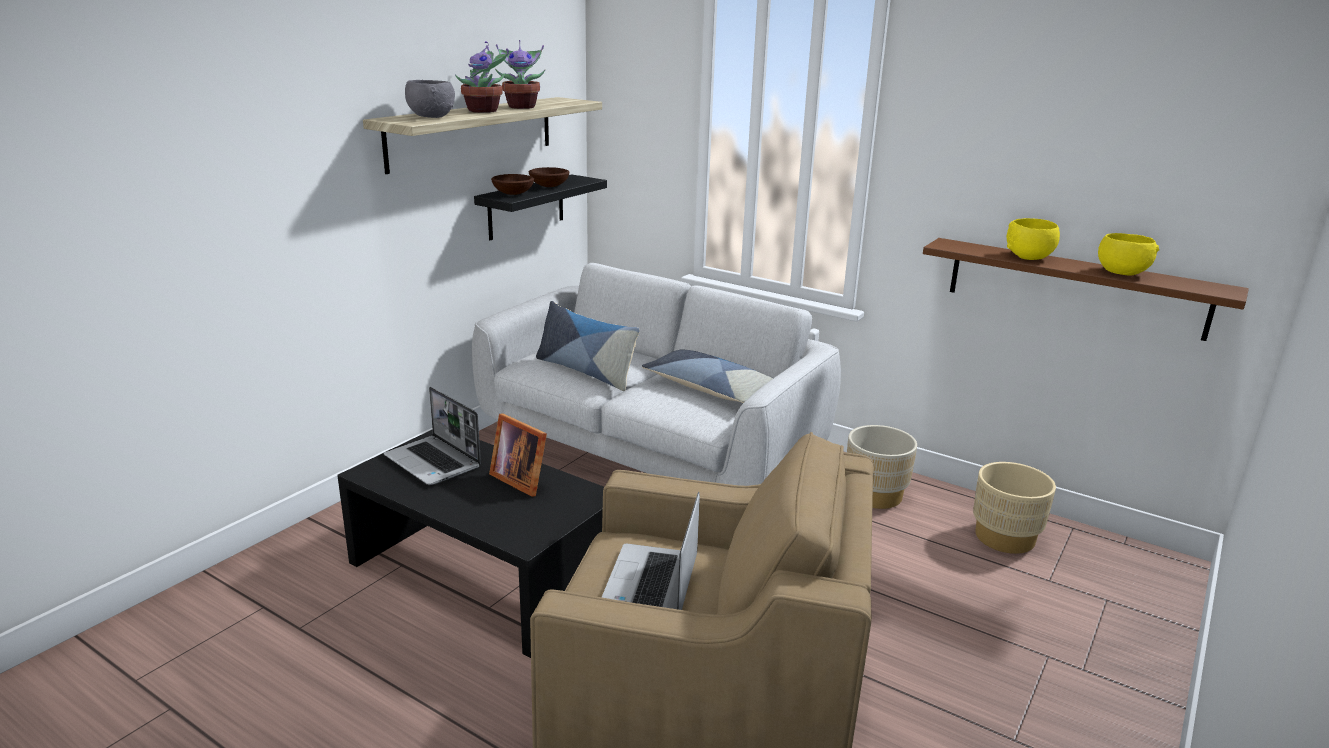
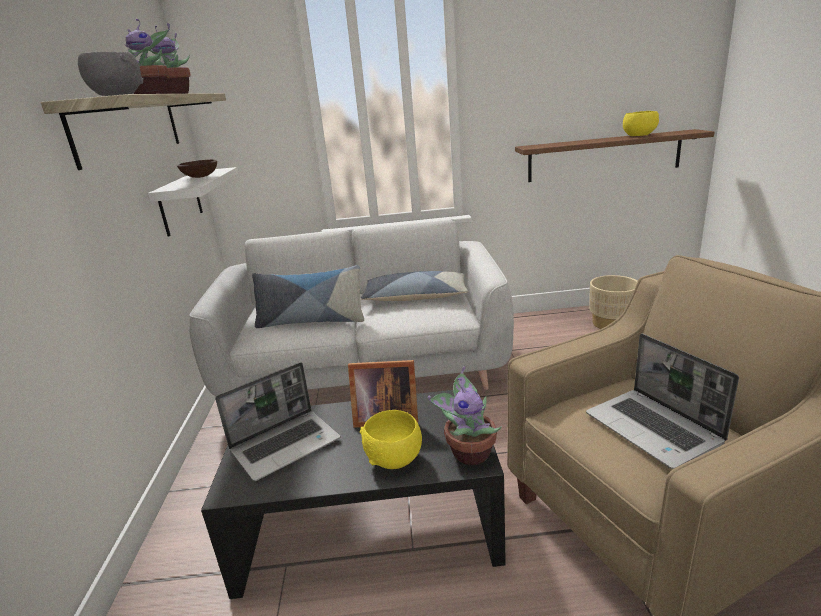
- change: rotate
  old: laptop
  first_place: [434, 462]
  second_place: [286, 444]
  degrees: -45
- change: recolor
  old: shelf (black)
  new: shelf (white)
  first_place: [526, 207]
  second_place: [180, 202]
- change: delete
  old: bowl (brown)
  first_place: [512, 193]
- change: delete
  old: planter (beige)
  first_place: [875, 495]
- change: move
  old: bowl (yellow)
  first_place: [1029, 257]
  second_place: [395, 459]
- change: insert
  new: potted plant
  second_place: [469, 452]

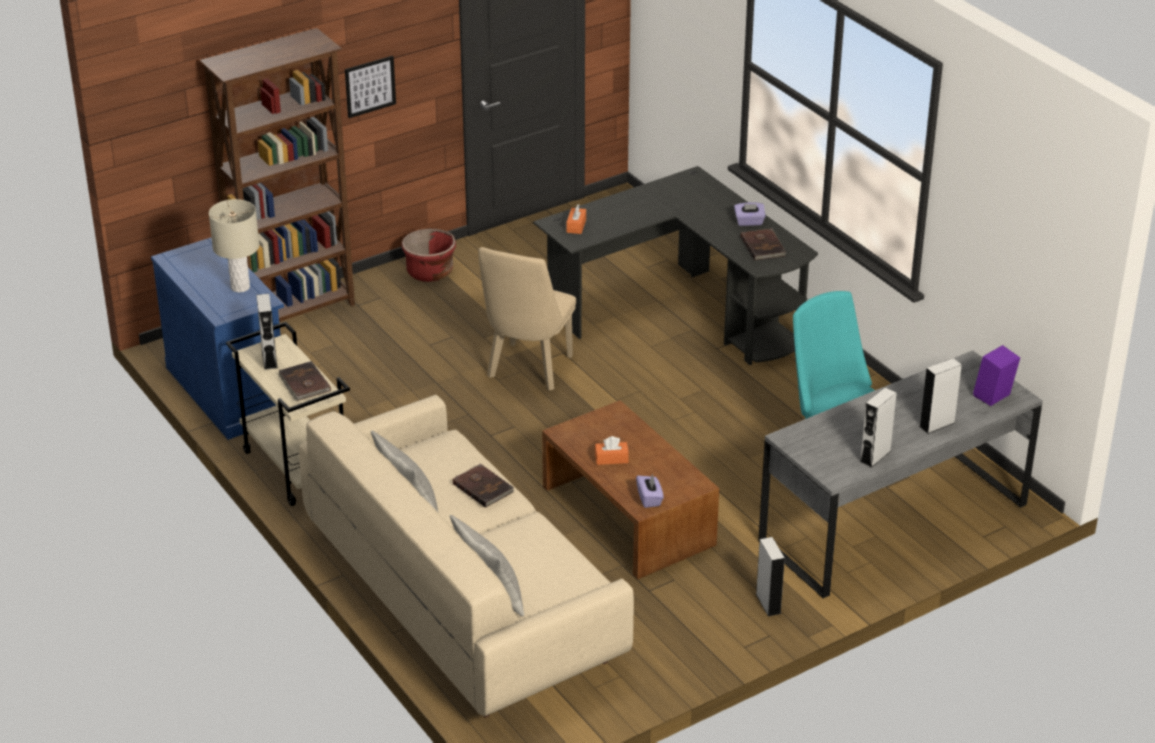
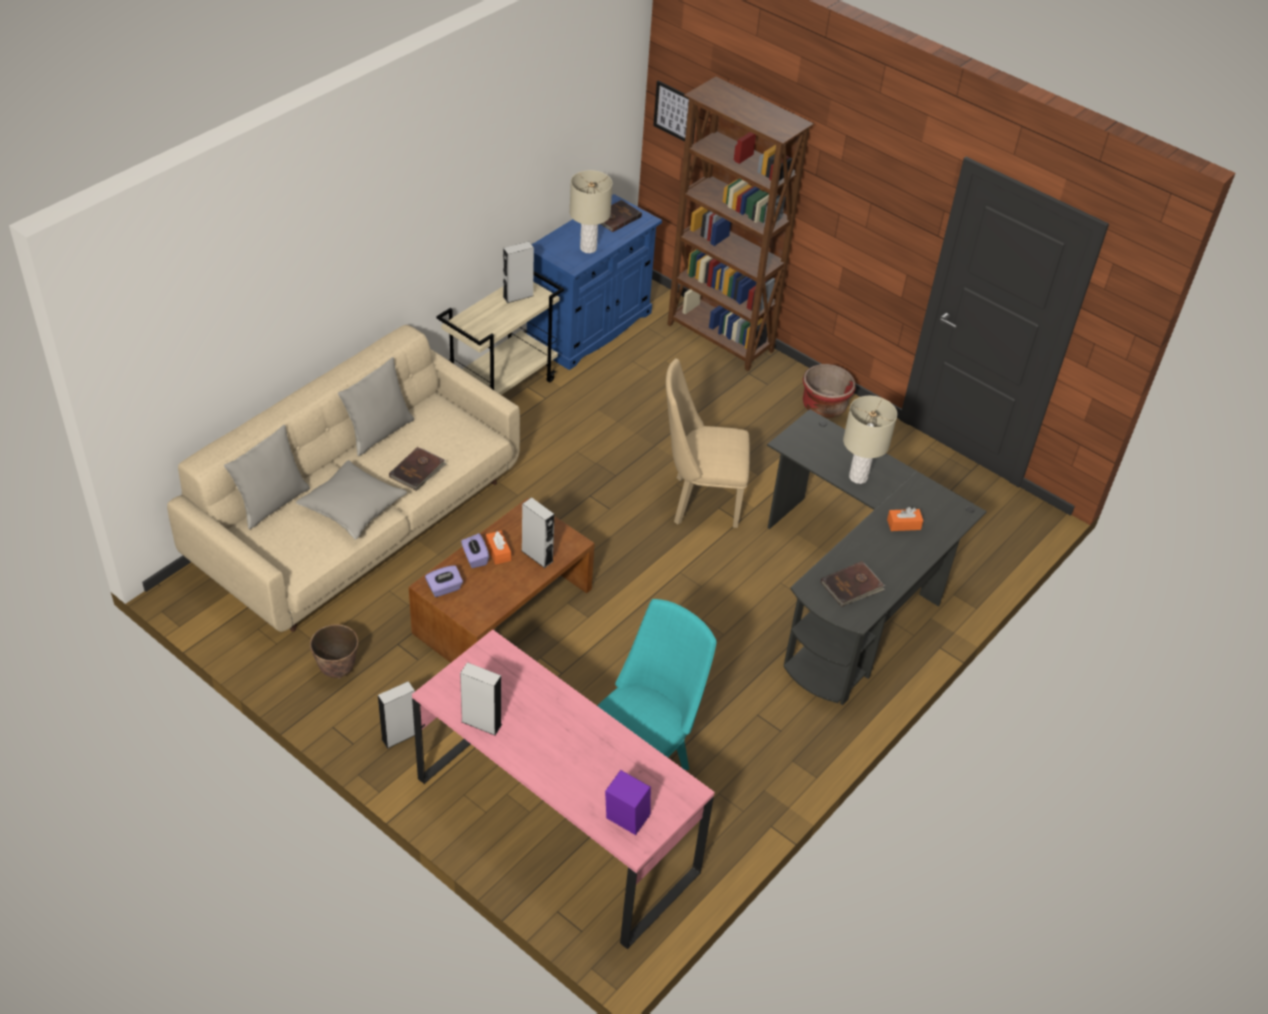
- change: move
  old: book (brown)
  first_place: [304, 384]
  second_place: [616, 217]
- change: move
  old: picture
  first_place: [370, 86]
  second_place: [675, 112]
- change: move
  old: tissue box (orange)
  first_place: [576, 226]
  second_place: [903, 524]
- change: move
  old: tissue box (purple)
  first_place: [749, 222]
  second_place: [475, 558]
- change: recolor
  old: desk (grey)
  new: desk (pink)
  first_place: [893, 522]
  second_place: [557, 825]
- change: move
  old: speaker (grey)
  first_place: [937, 424]
  second_place: [537, 556]
- change: insert
  new: pillow (grey)
  second_place: [352, 508]
- change: insert
  new: planter
  second_place: [337, 669]
- change: insert
  new: table lamp (beige)
  second_place: [858, 477]

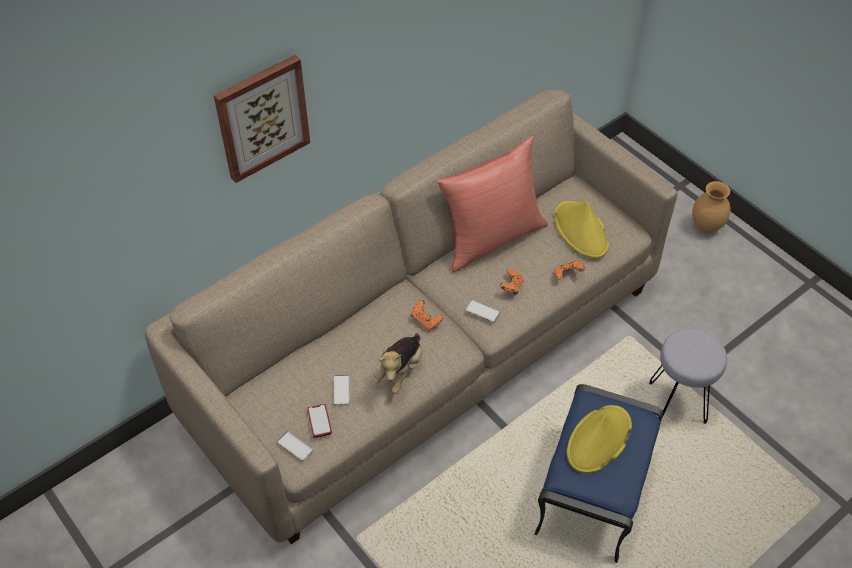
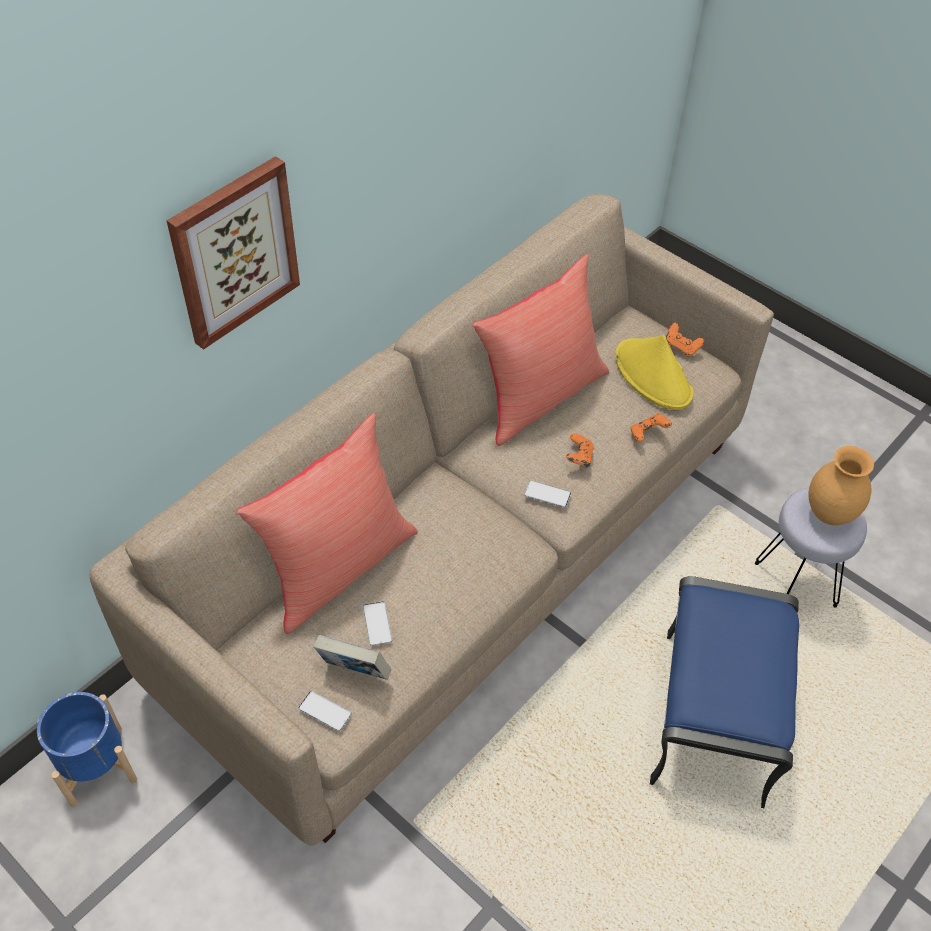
- change: replace
  old: phone
  new: book
  first_place: [319, 421]
  second_place: [354, 671]
- change: delete
  old: plush toy
  first_place: [400, 371]
- change: move
  old: game controller (orange)
  first_place: [426, 320]
  second_place: [681, 347]
- change: delete
  old: hat (yellow)
  first_place: [598, 440]
- change: move
  old: vase (brown)
  first_place: [706, 227]
  second_place: [829, 515]
- change: insert
  new: planter (blue)
  second_place: [96, 766]
- change: insert
  new: pillow (red)
  second_place: [337, 566]

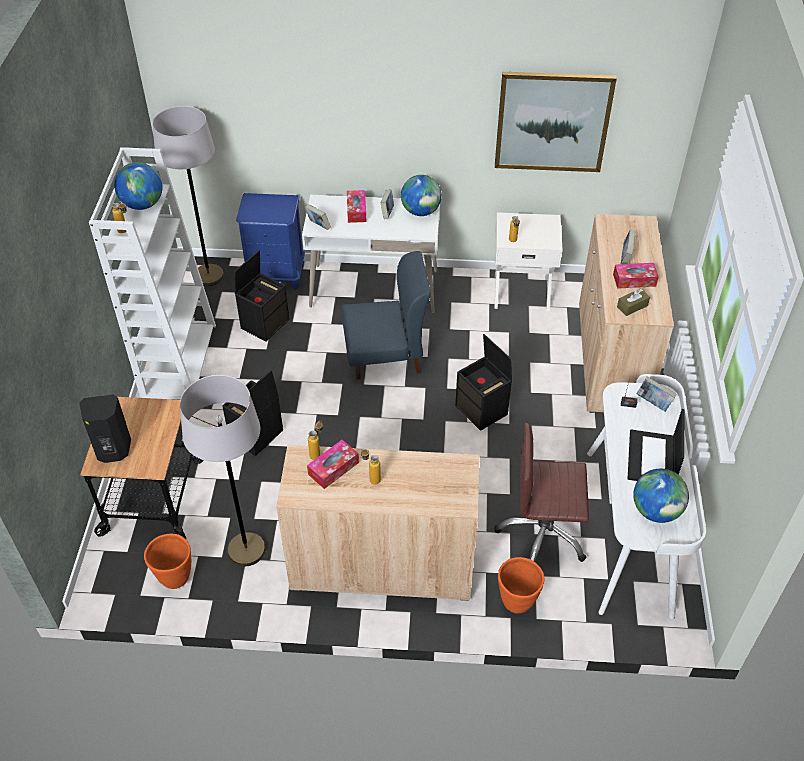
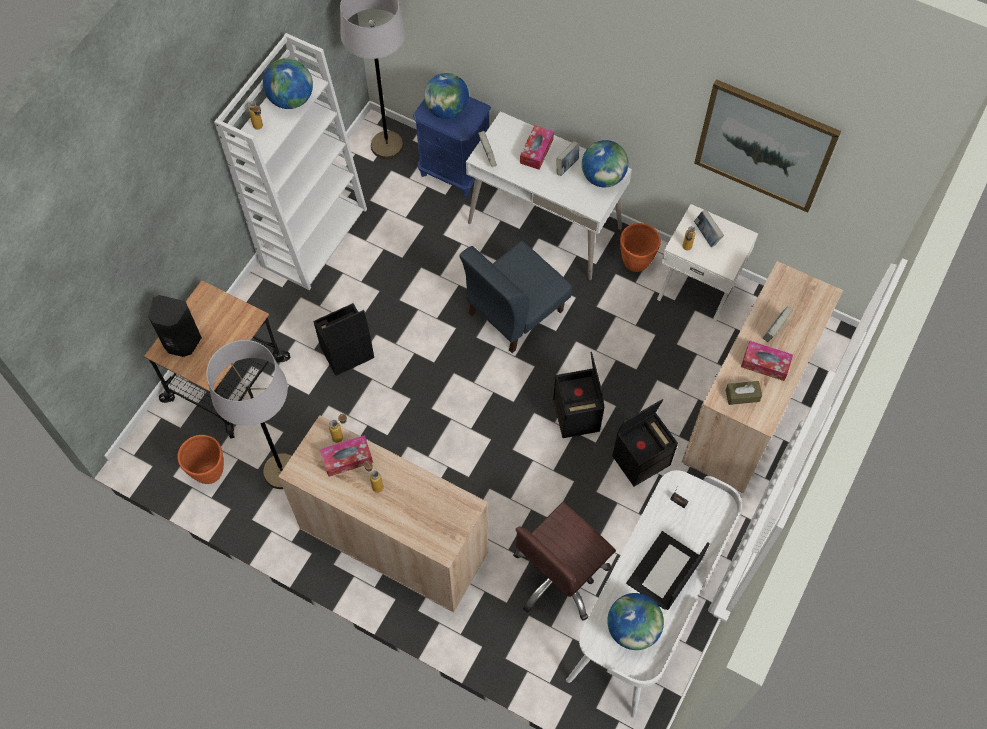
- change: move
  old: storage box (black)
  first_place: [265, 323]
  second_place: [641, 459]
- change: rotate
  old: chair (blue)
  first_place: [385, 355]
  second_place: [514, 312]
  degrees: 120
- change: rotate
  old: office chair (brown)
  first_place: [543, 534]
  second_place: [560, 576]
  degrees: -75
- change: move
  old: planter (orange)
  first_place: [517, 601]
  second_place: [636, 262]
- change: move
  old: book
  first_place: [653, 403]
  second_place: [706, 235]
- change: insert
  new: globe
  second_place: [447, 110]

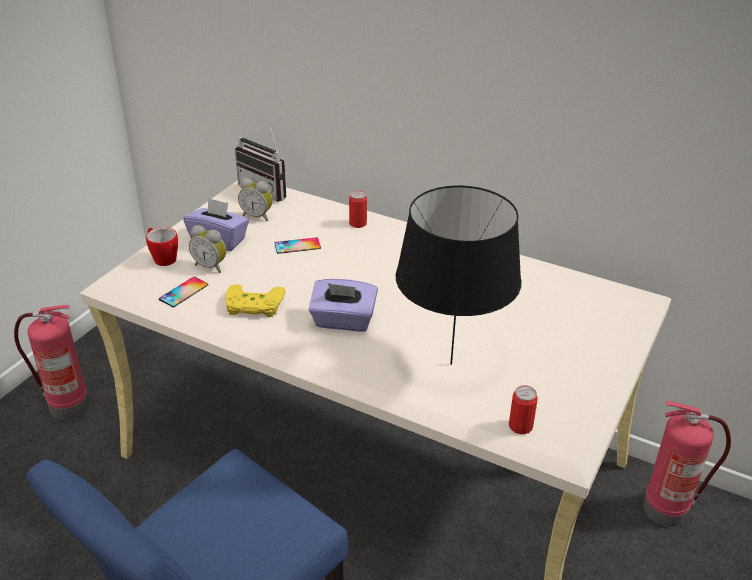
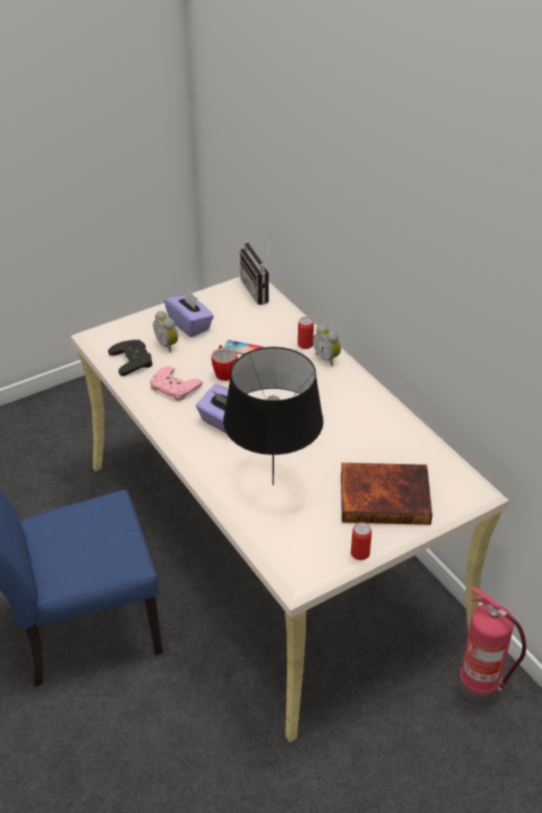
- change: delete
  old: fire extinguisher
  first_place: [67, 406]
- change: move
  old: mug
  first_place: [162, 258]
  second_place: [224, 372]
- change: replace
  old: phone
  new: game controller (black)
  first_place: [183, 292]
  second_place: [134, 360]
- change: recolor
  old: game controller (yellow)
  new: game controller (pink)
  first_place: [253, 306]
  second_place: [172, 388]
- change: move
  old: alarm clock
  first_place: [257, 216]
  second_place: [327, 358]
- change: move
  old: can
  first_place: [520, 426]
  second_place: [360, 553]
- change: insert
  new: book
  second_place: [385, 496]

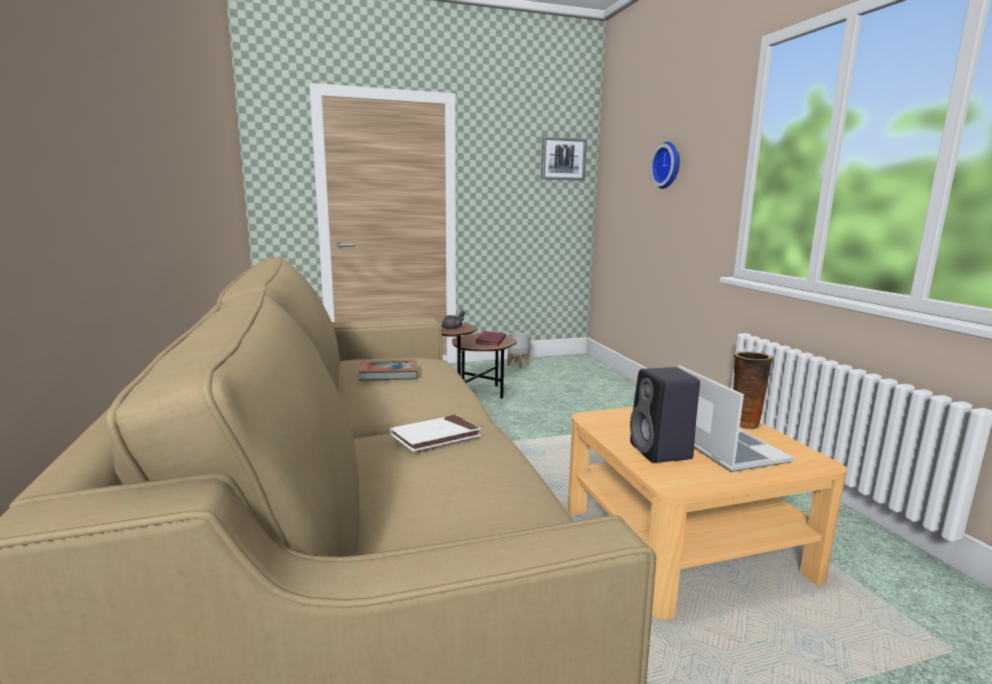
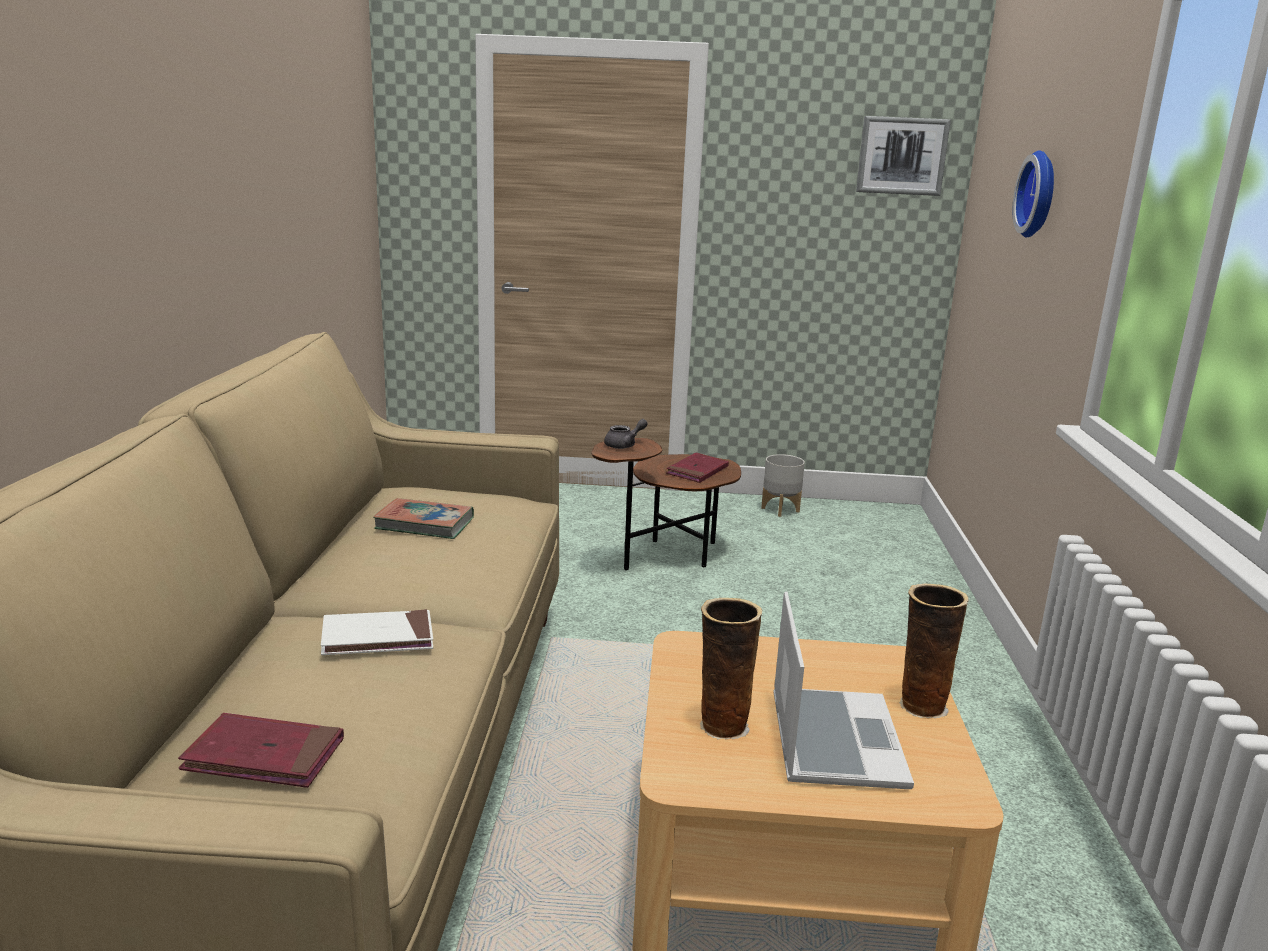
- change: replace
  old: speaker (black)
  new: vase
  first_place: [662, 452]
  second_place: [722, 725]
- change: insert
  new: book (red)
  second_place: [264, 756]

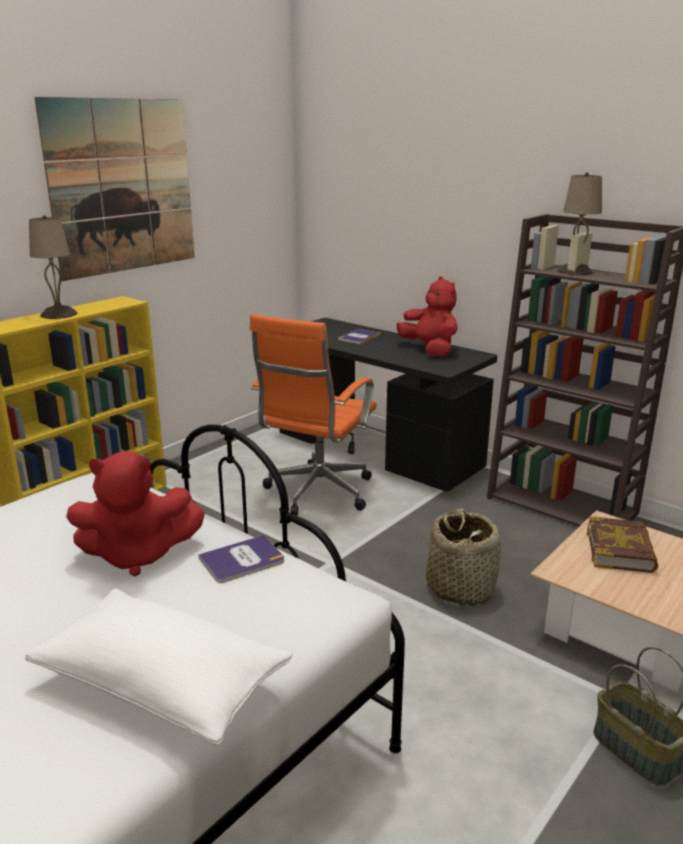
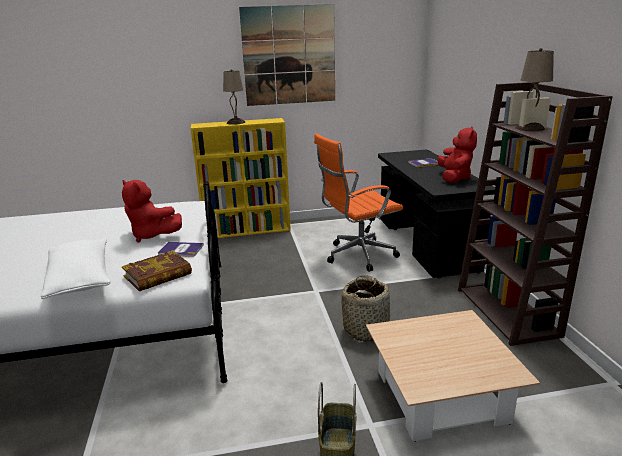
- change: move
  old: book
  first_place: [620, 550]
  second_place: [158, 275]

